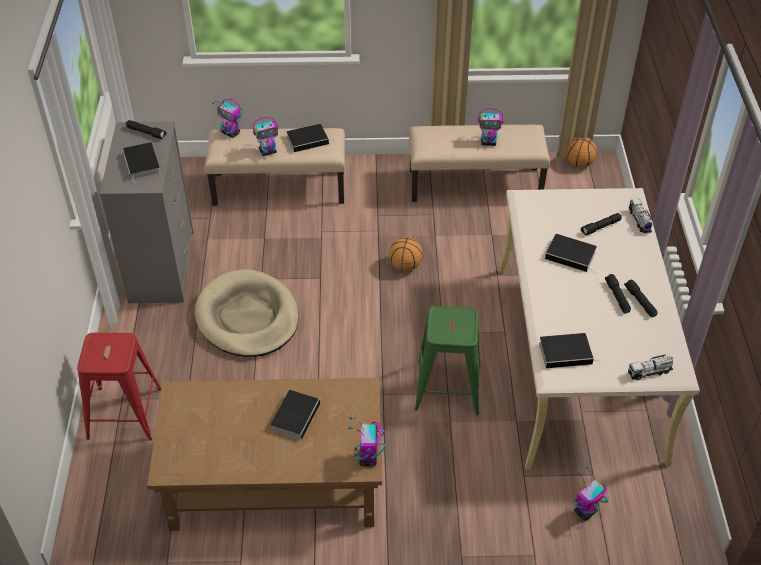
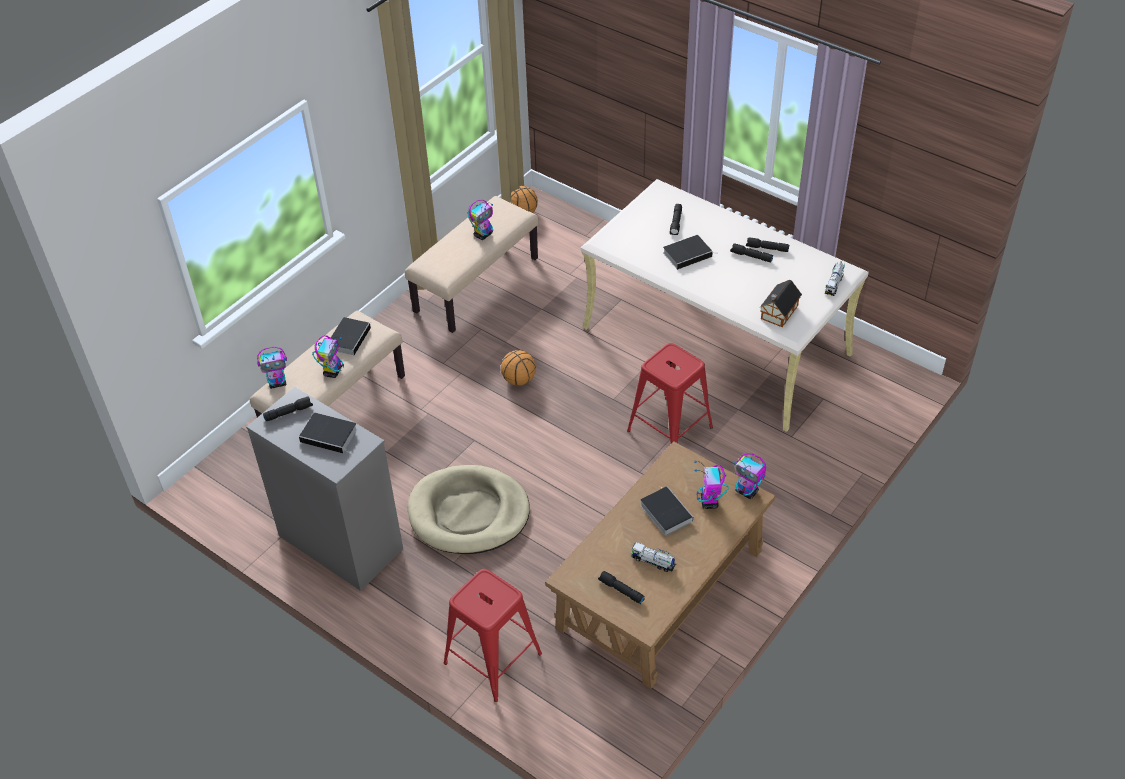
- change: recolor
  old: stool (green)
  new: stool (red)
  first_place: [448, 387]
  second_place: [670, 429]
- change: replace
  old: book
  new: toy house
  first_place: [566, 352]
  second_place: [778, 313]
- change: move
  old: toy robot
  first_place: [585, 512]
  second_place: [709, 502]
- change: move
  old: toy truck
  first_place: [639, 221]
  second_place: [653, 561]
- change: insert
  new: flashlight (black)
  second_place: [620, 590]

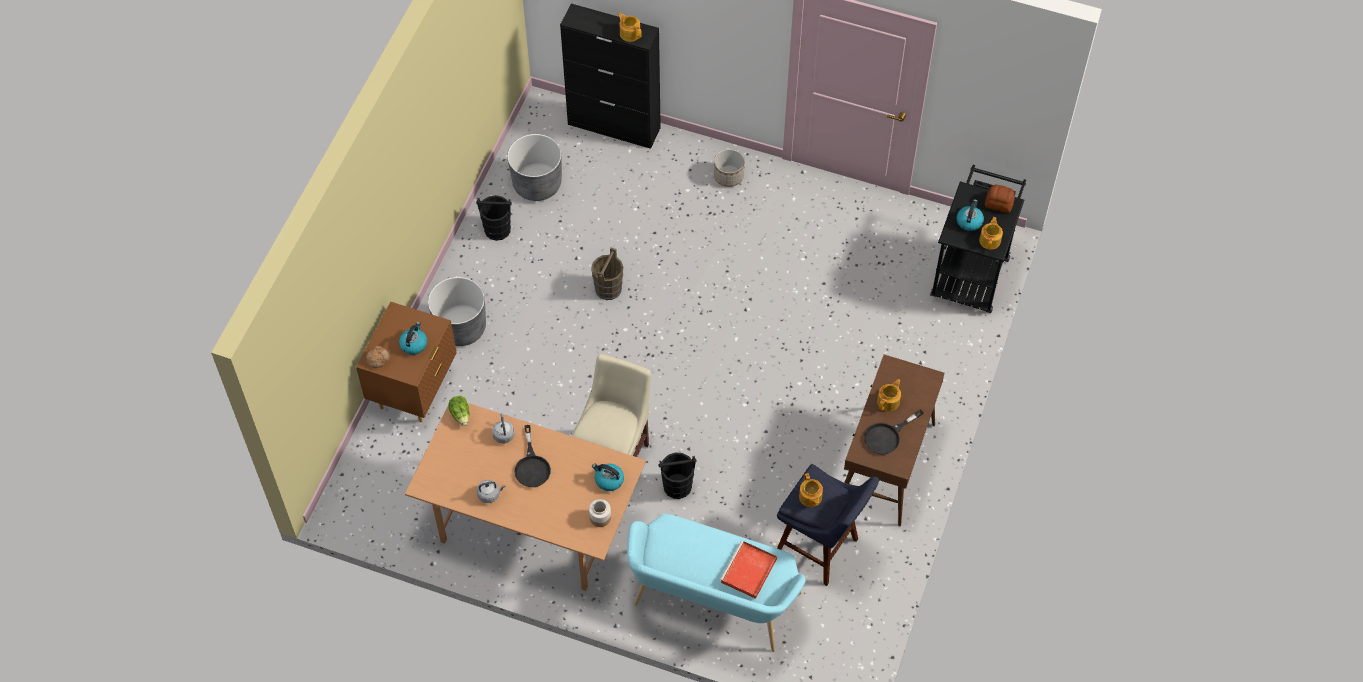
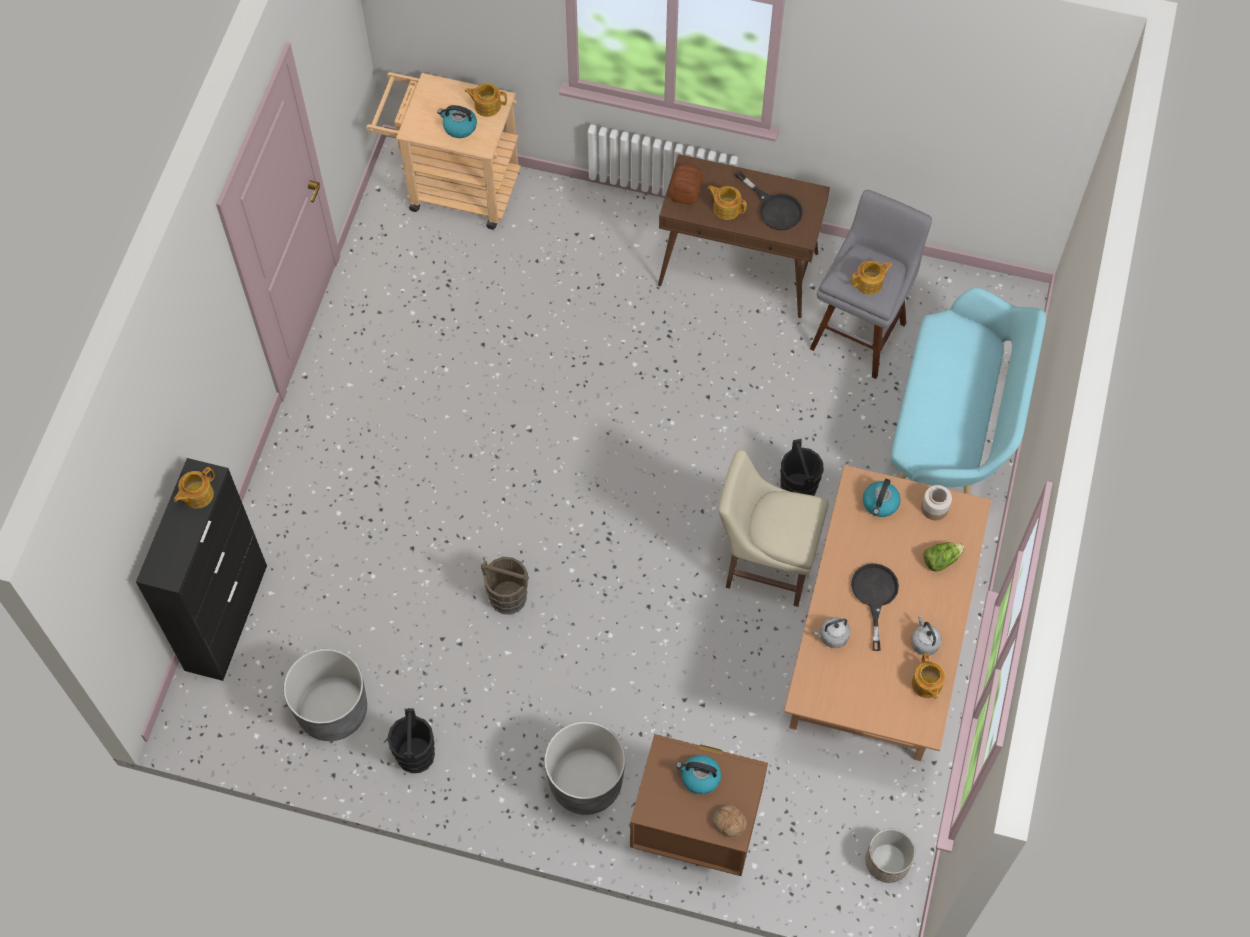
- change: move
  old: lettuce
  first_place: [461, 414]
  second_place: [940, 559]
- change: rotate
  old: frying pan (black)
  first_place: [532, 466]
  second_place: [874, 596]
  degrees: -75
- change: move
  old: planter
  first_place: [728, 176]
  second_place: [887, 862]
- change: delete
  old: tray (red)
  first_place: [748, 572]
- change: recolor
  old: stool (blue)
  new: stool (grey)
  first_place: [821, 550]
  second_place: [861, 331]
- change: recolor
  old: cart (black)
  new: cart (beige)
  first_place: [971, 270]
  second_place: [453, 187]
- change: move
  old: bread
  first_place: [998, 203]
  second_place: [685, 190]
- change: insert
  new: teapot
  second_place: [926, 684]

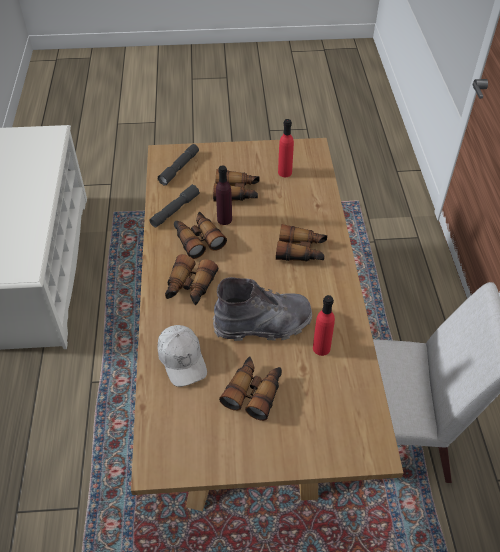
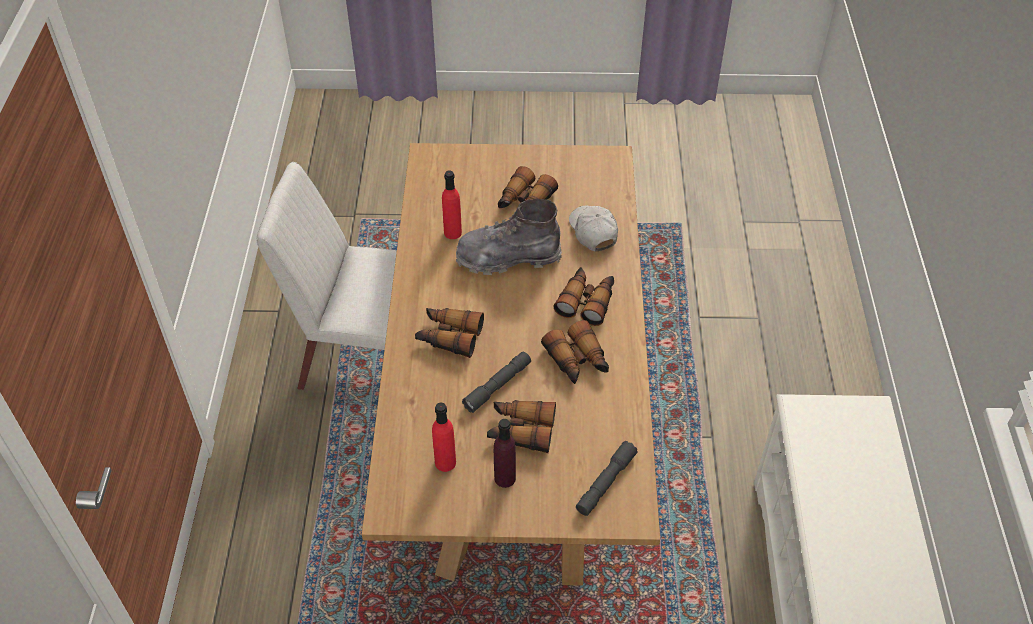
- change: move
  old: flashlight (grey)
  first_place: [175, 210]
  second_place: [497, 386]
- change: move
  old: bottle (purple)
  first_place: [224, 219]
  second_place: [505, 478]

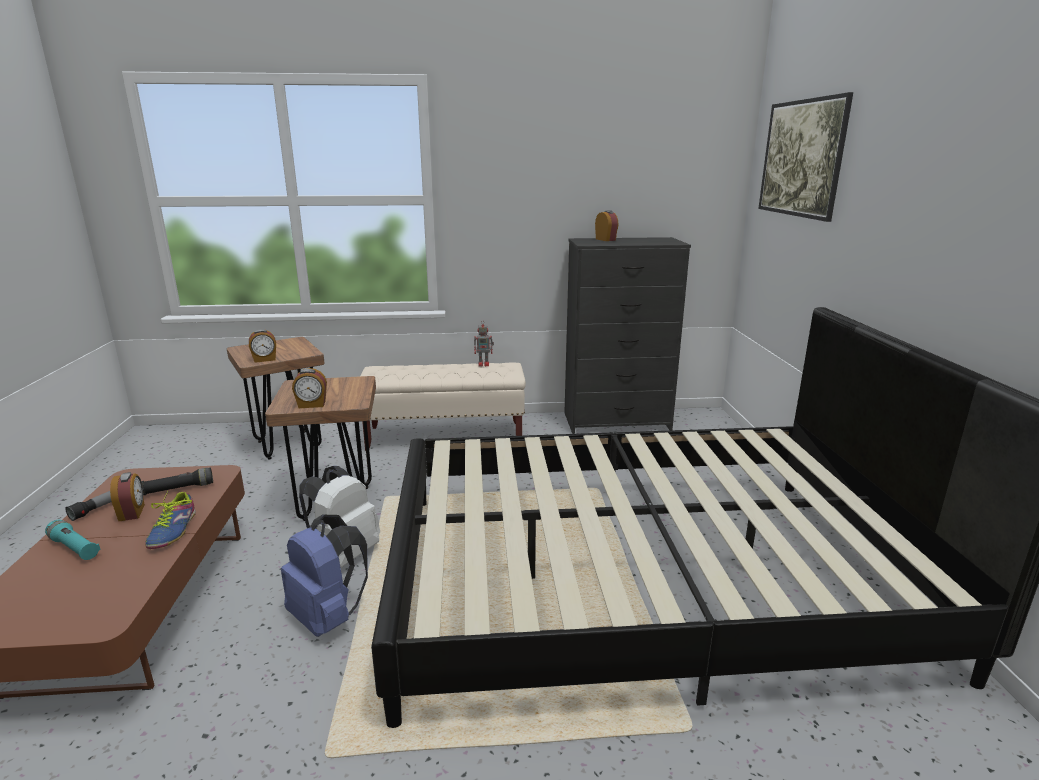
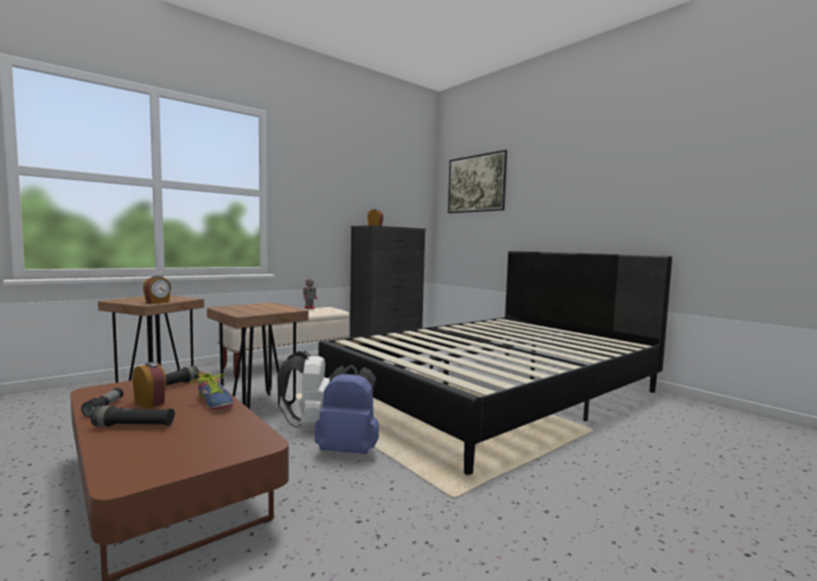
- change: recolor
  old: flashlight (turquoise)
  new: flashlight (black)
  first_place: [74, 548]
  second_place: [134, 426]
- change: delete
  old: alarm clock
  first_place: [312, 405]

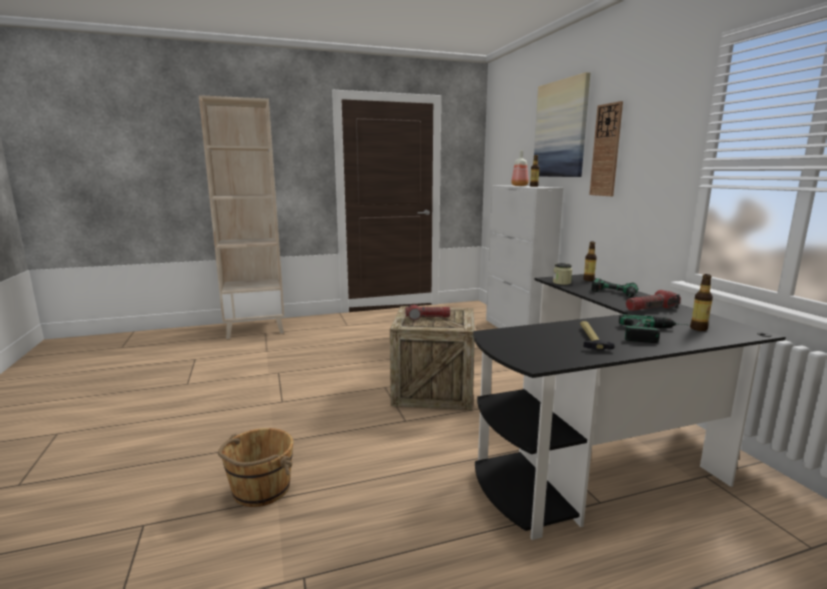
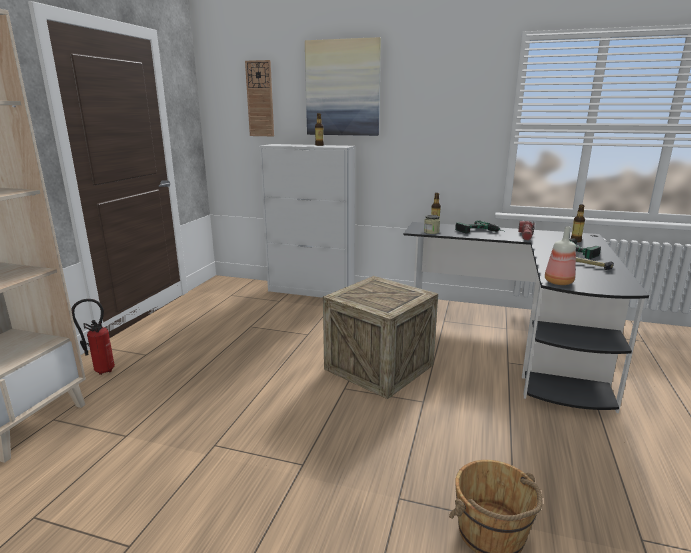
- change: delete
  old: flashlight
  first_place: [427, 318]
- change: move
  old: bottle
  first_place: [519, 185]
  second_place: [557, 282]
- change: move
  old: wall clock
  first_place: [606, 150]
  second_place: [260, 99]
- change: insert
  new: fire extinguisher
  second_place: [101, 371]

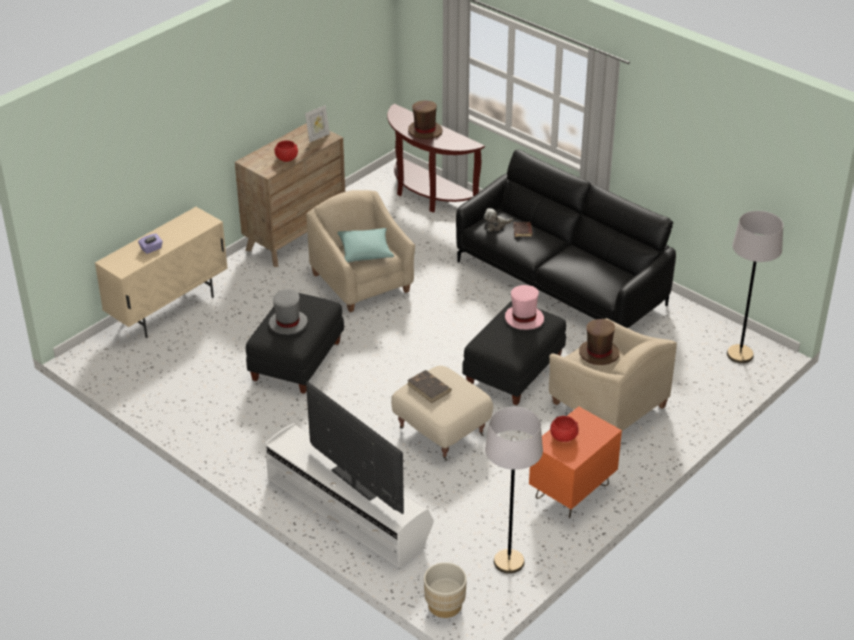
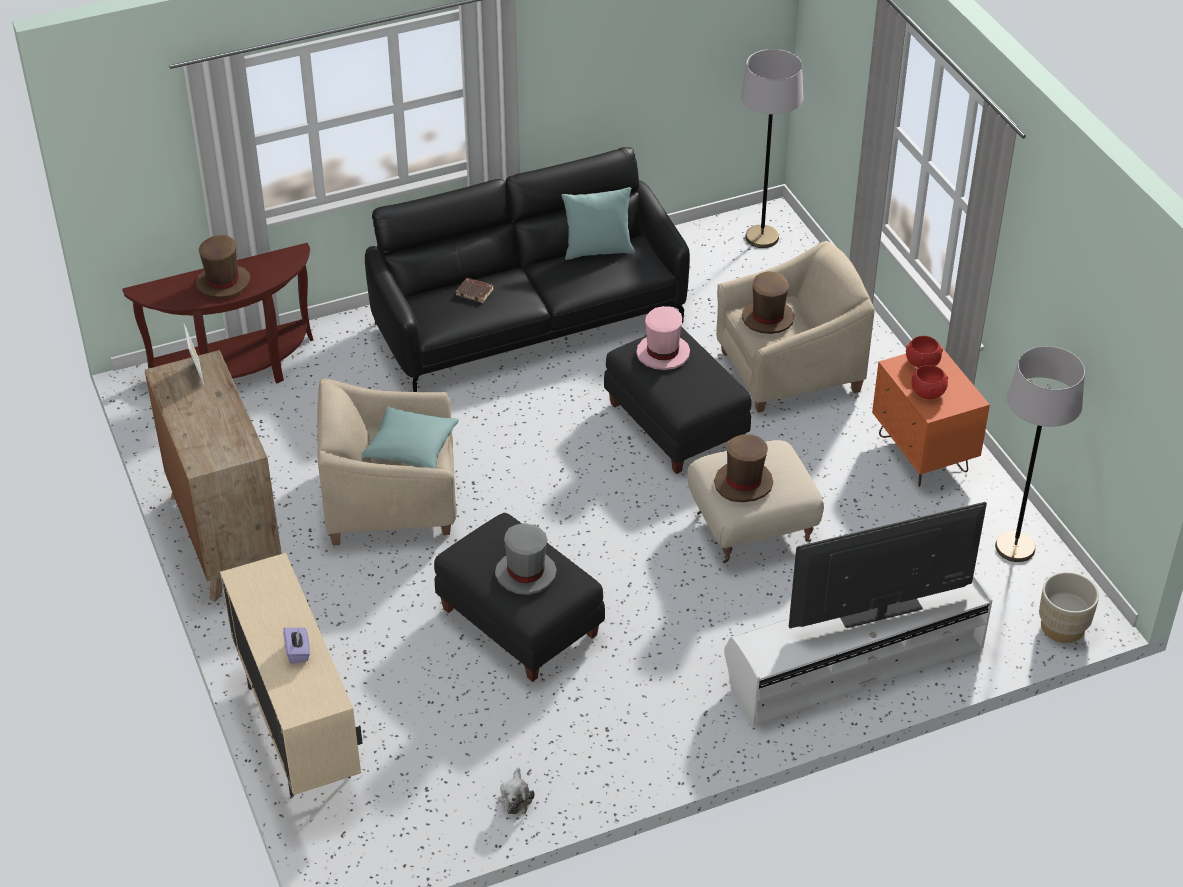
- change: move
  old: bowl (red)
  first_place: [287, 158]
  second_place: [922, 362]
- change: replace
  old: book (brown)
  new: hat (brown)
  first_place: [429, 388]
  second_place: [743, 483]
- change: move
  old: plush toy
  first_place: [496, 225]
  second_place: [515, 797]
- change: insert
  new: pillow (turquoise)
  second_place: [598, 250]

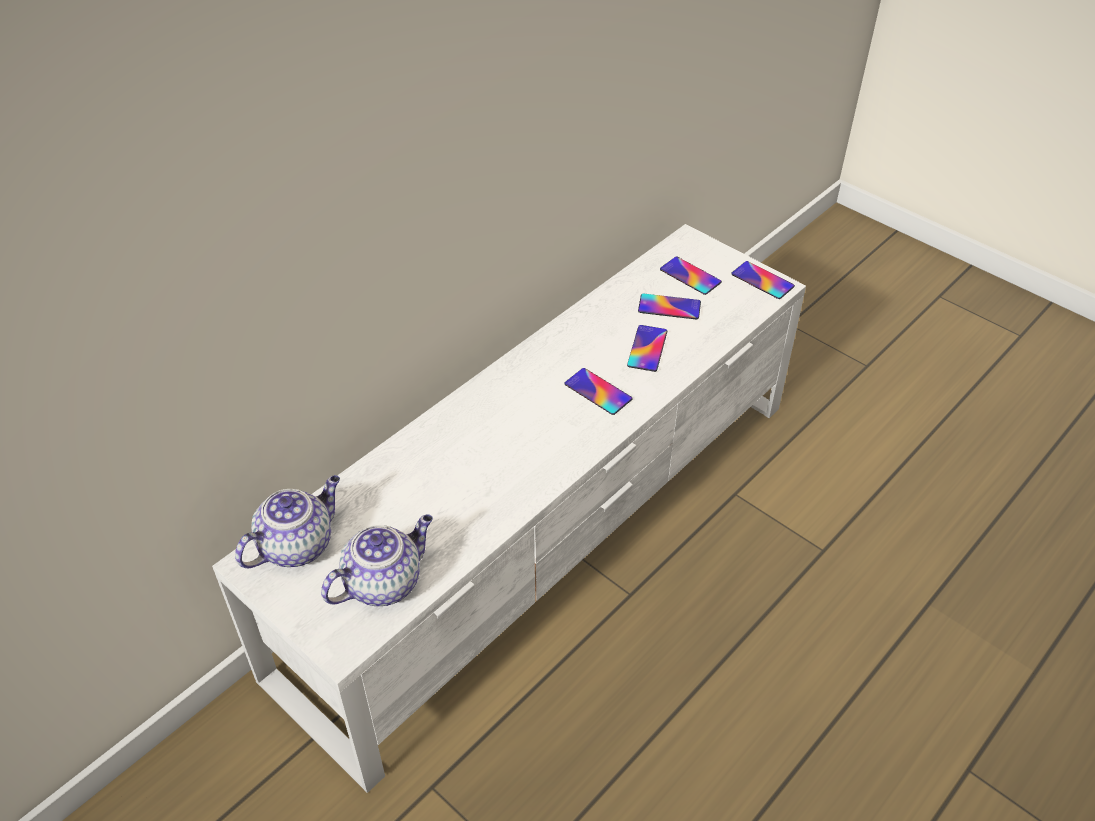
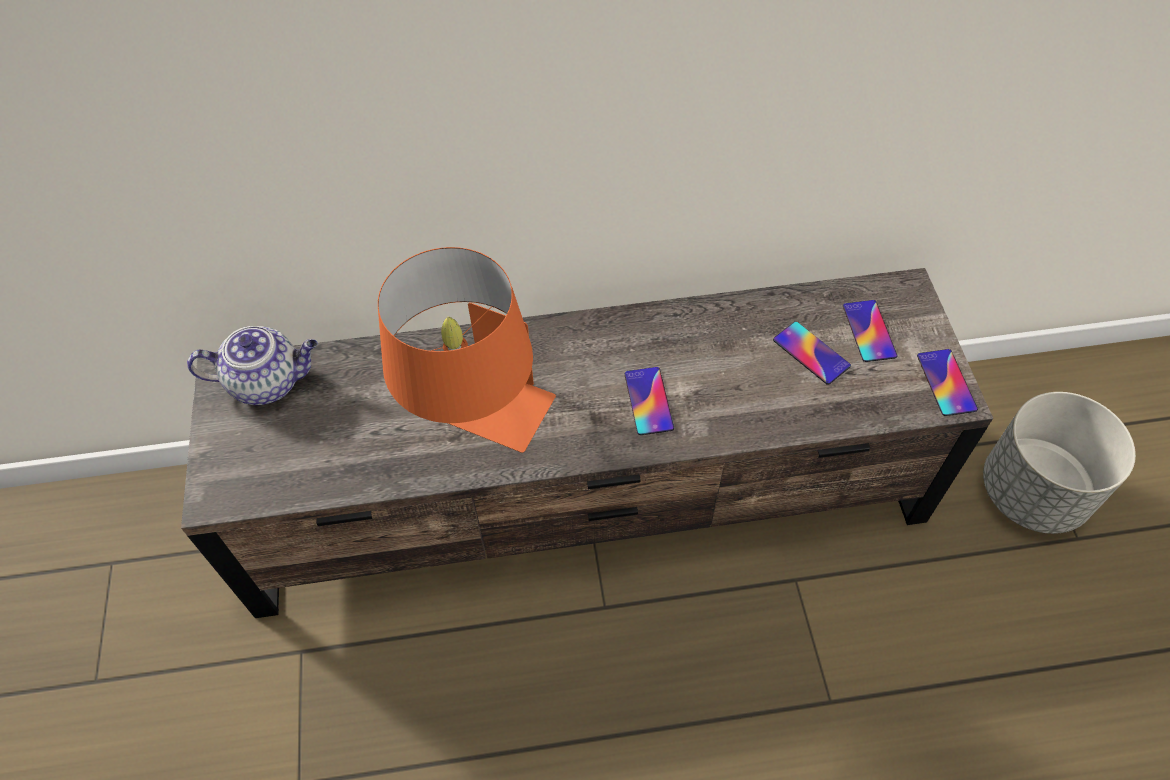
- change: recolor
  old: tv stand (white)
  new: tv stand (brown)
  first_place: [548, 530]
  second_place: [590, 494]
- change: delete
  old: teapot
  first_place: [384, 582]
- change: delete
  old: phone
  first_place: [647, 348]
- change: insert
  new: table lamp (orange)
  second_place: [477, 424]
- change: insert
  new: planter (grey)
  second_place: [1033, 493]

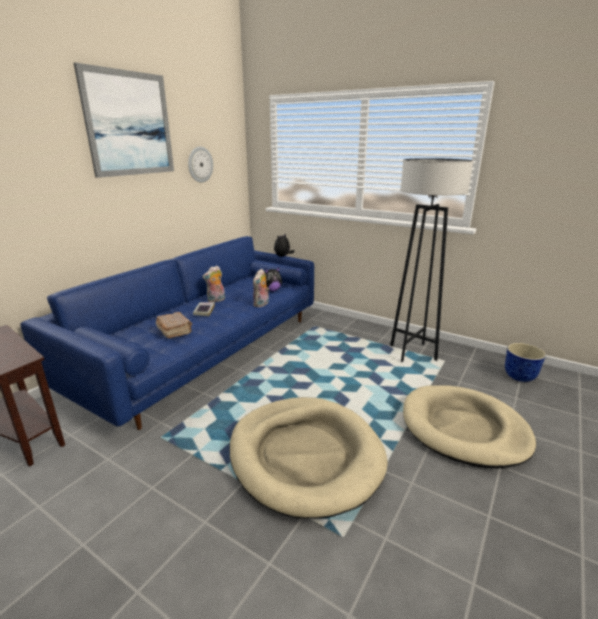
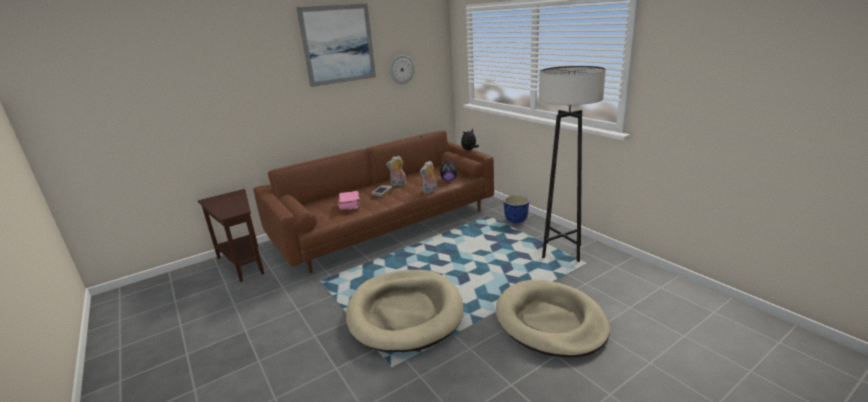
- change: recolor
  old: sofa (blue)
  new: sofa (brown)
  first_place: [203, 351]
  second_place: [385, 225]
- change: recolor
  old: book (brown)
  new: book (pink)
  first_place: [174, 331]
  second_place: [350, 205]
- change: move
  old: planter
  first_place: [519, 376]
  second_place: [516, 220]

